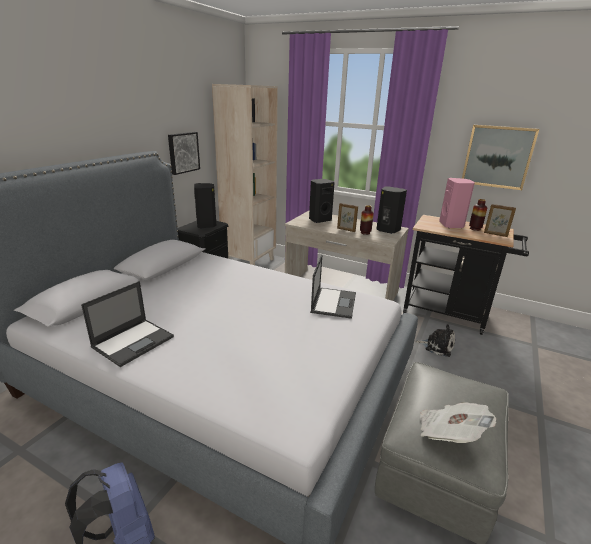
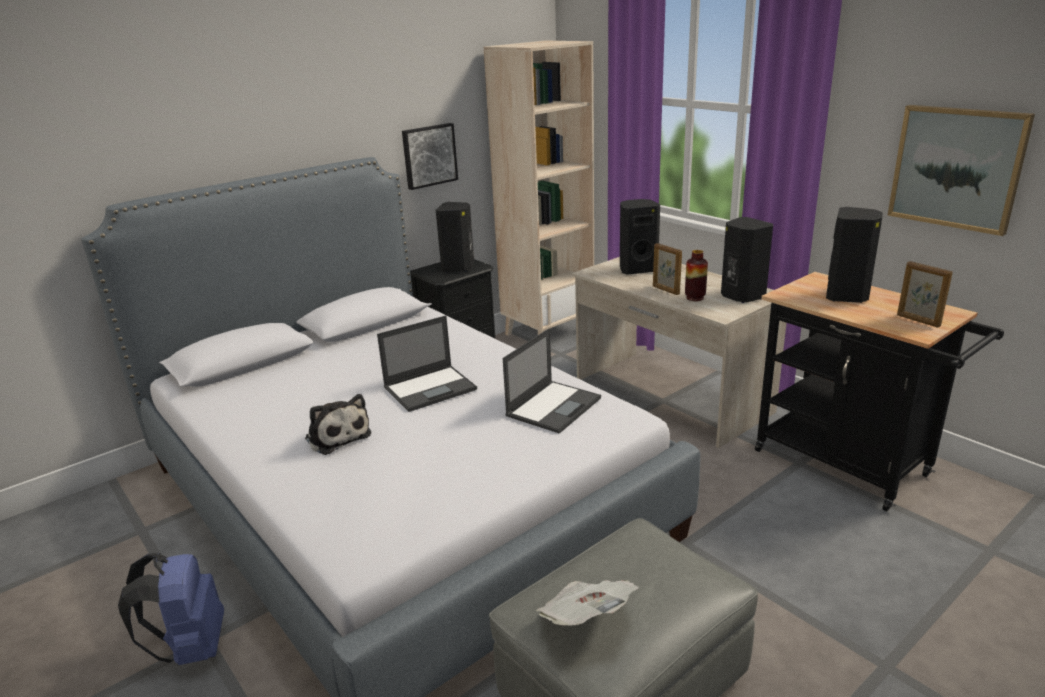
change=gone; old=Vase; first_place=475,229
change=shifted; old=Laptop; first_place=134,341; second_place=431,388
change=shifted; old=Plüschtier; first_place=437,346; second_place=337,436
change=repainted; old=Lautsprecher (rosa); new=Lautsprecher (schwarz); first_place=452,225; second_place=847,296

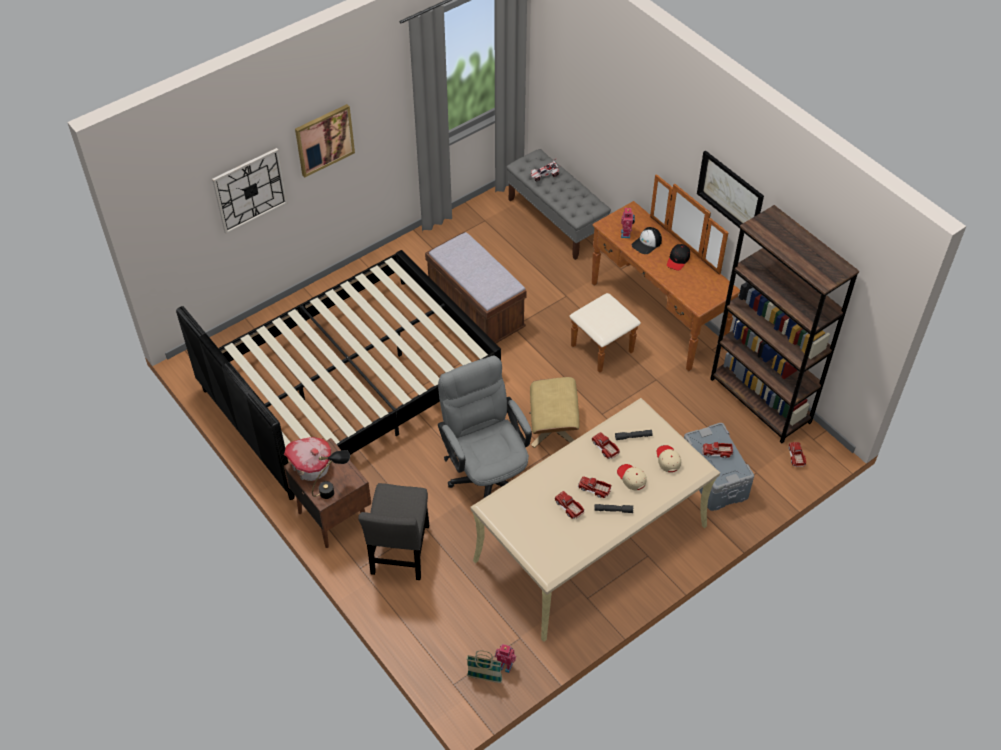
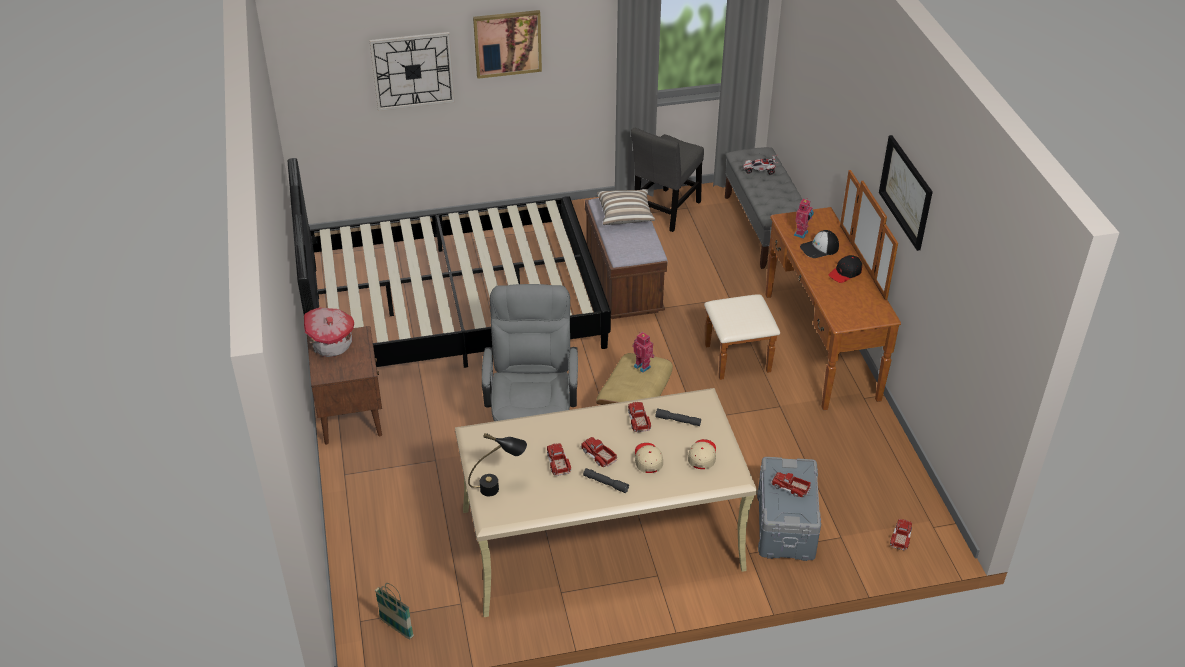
change=gone; old=Bücherregal (braun); first_place=760,400
change=new; new=Kissen; second_place=625,215
change=shifted; old=Tischlampe (schwarz); first_place=333,489; second_place=498,488
change=shifted; old=Stuhl (grau); first_place=400,553; second_place=665,211
change=shifted; old=Spielzeugroboter; first_place=505,665; second_place=643,366

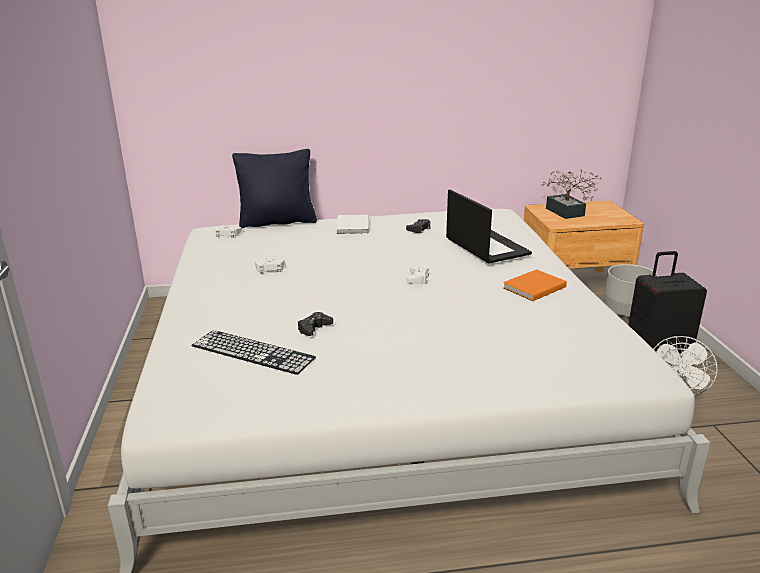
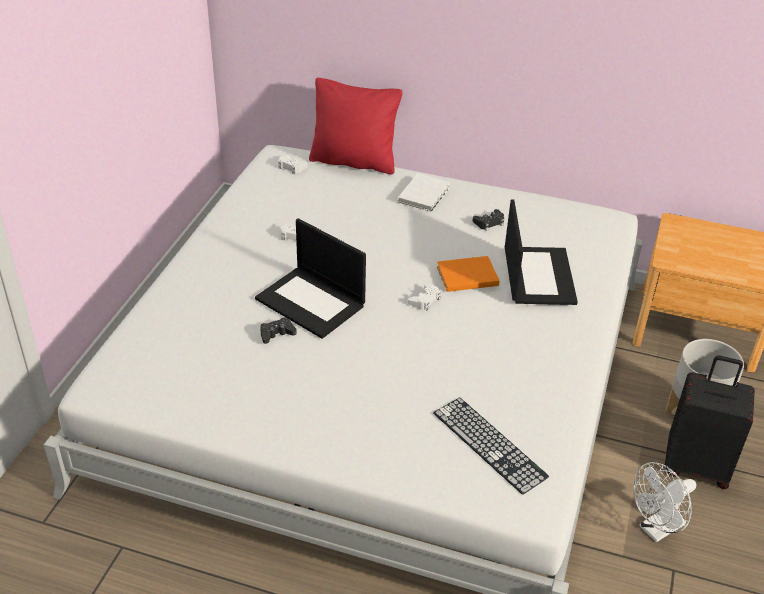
change=gone; old=Topfpflanze; first_place=567,213
change=new; new=Laptop; second_place=312,302
change=shifted; old=Tastatur; first_place=253,352; second_place=489,444
change=shifted; old=Buch (orange); first_place=532,287; second_place=465,275
change=repainted; old=Kissen (schwarz); new=Kissen (rot); first_place=277,222; second_place=354,161

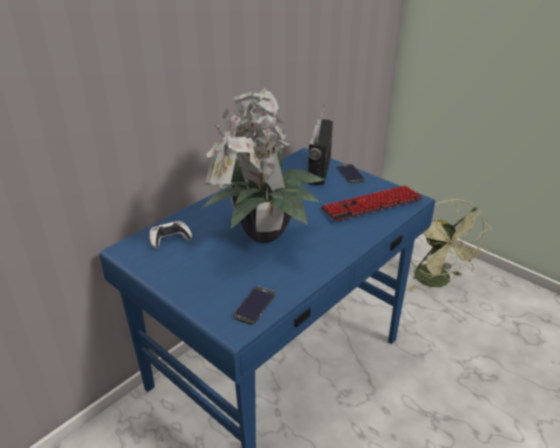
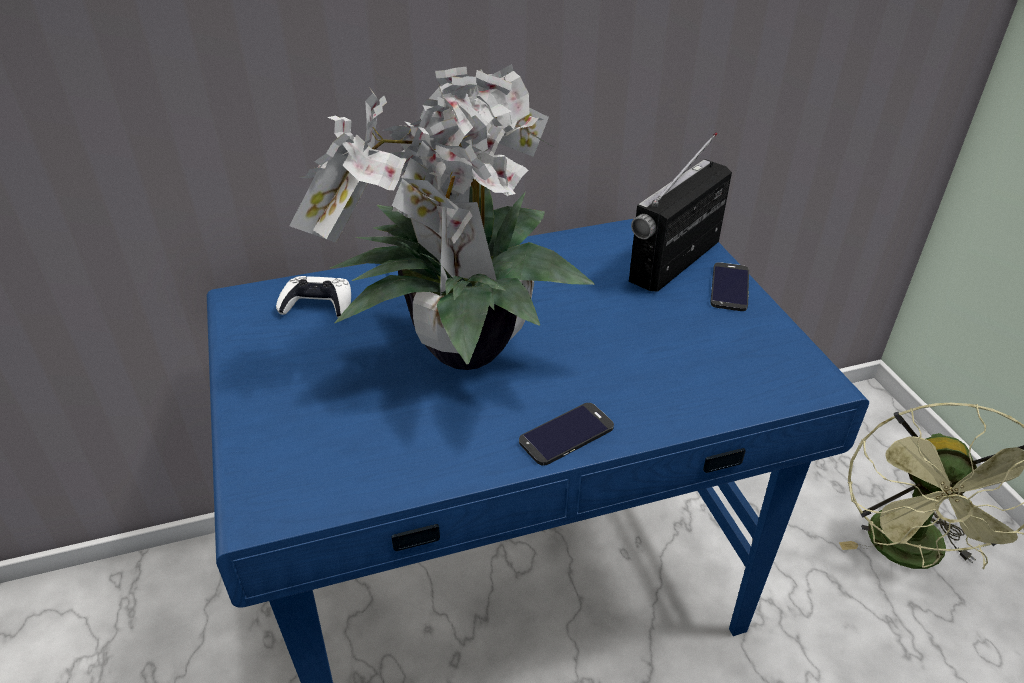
change=gone; old=Tastatur; first_place=371,205
change=shifted; old=Handy; first_place=254,305; second_place=566,434

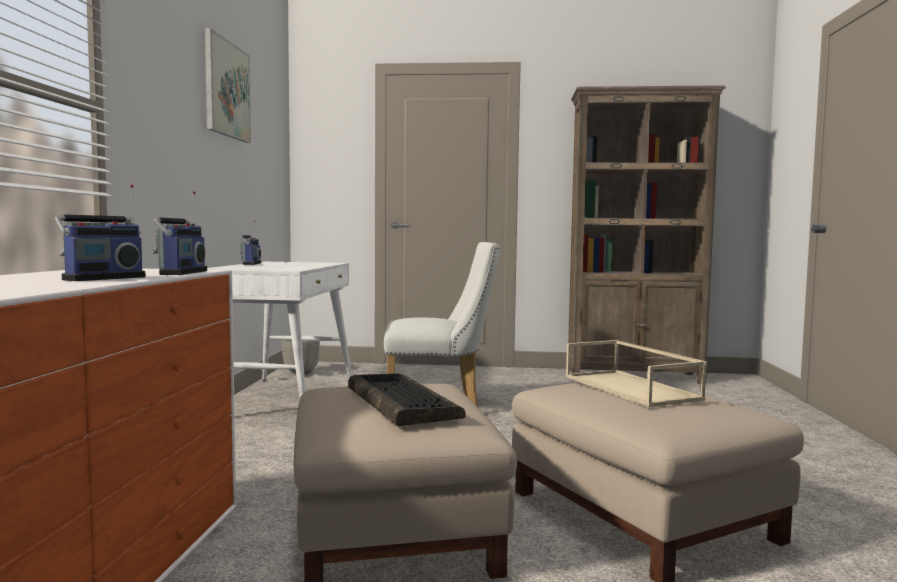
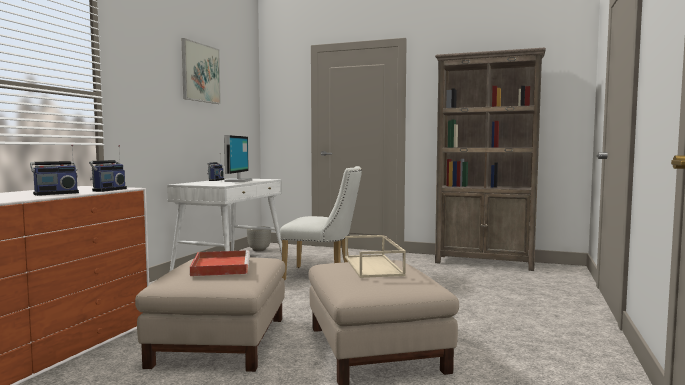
change=new; new=Monitor; second_place=237,181
change=swapped; old=Tastatur; new=Tablett (rot); first_place=399,401; second_place=220,266

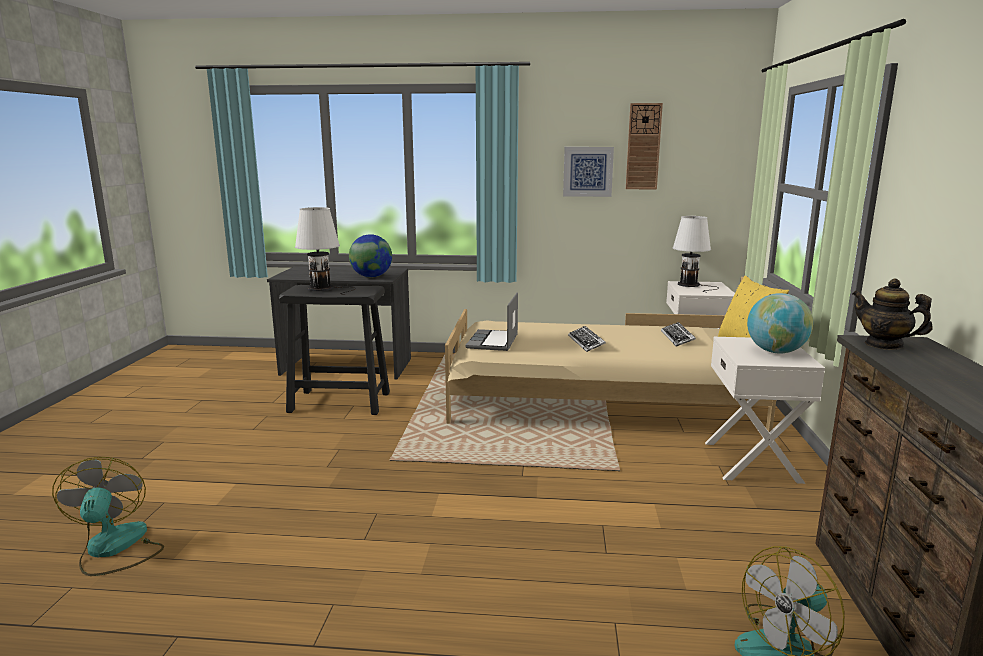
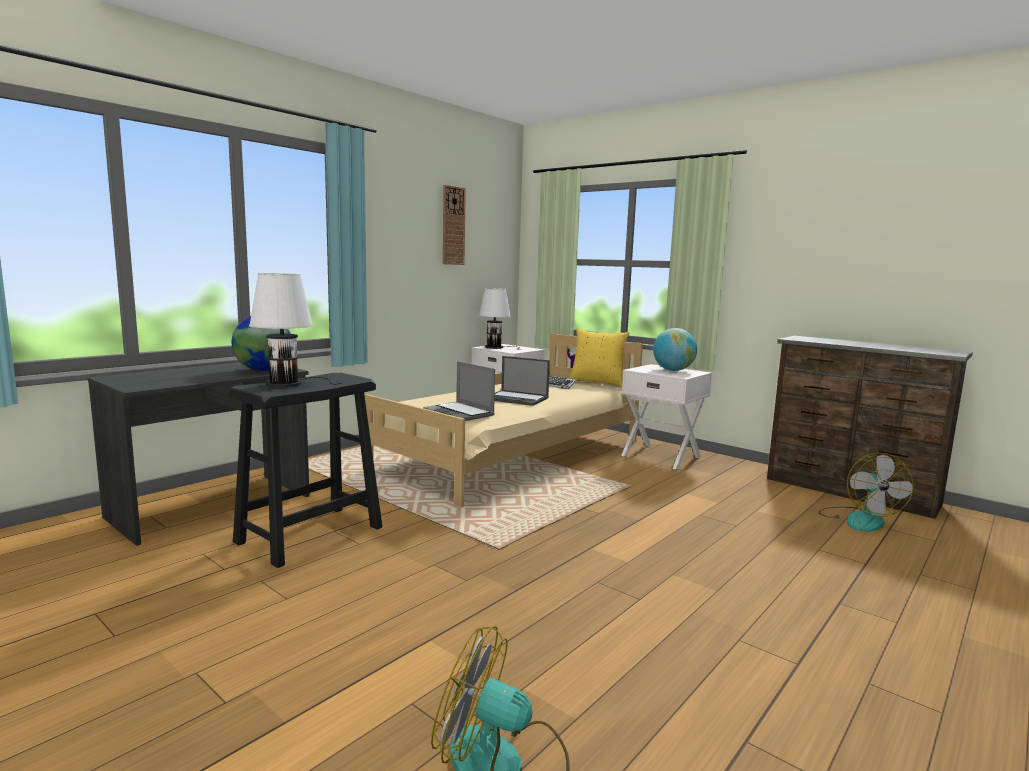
change=gone; old=Bild; first_place=588,171
change=gone; old=Teekanne; first_place=884,345
change=swapped; old=Tastatur; new=Laptop; first_place=586,342; second_place=517,399

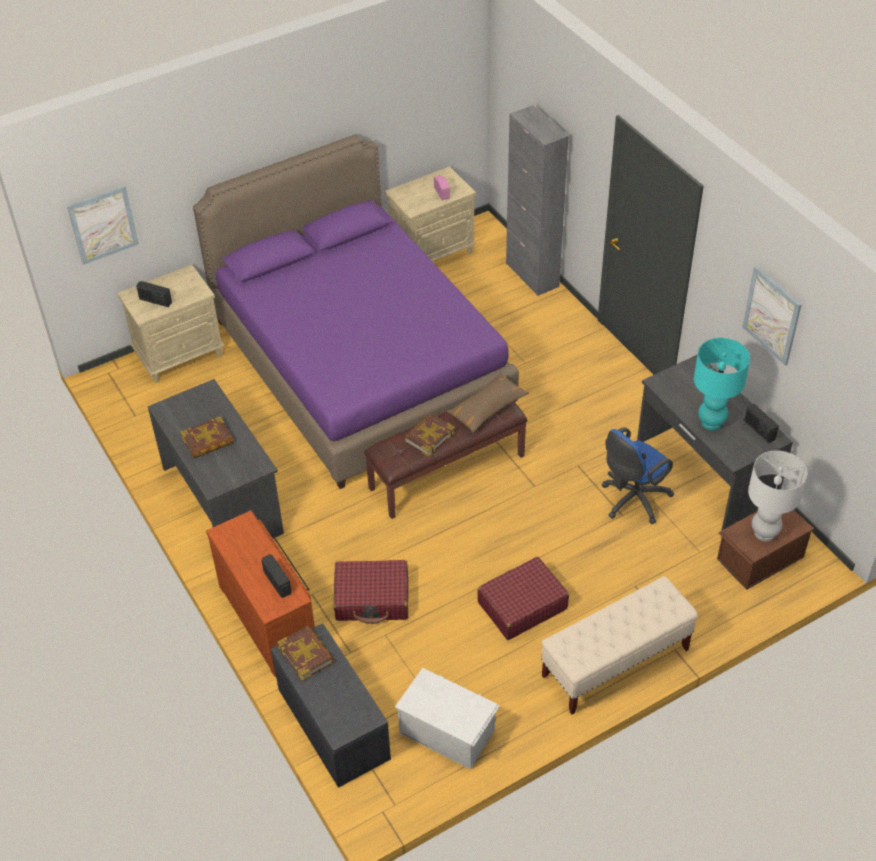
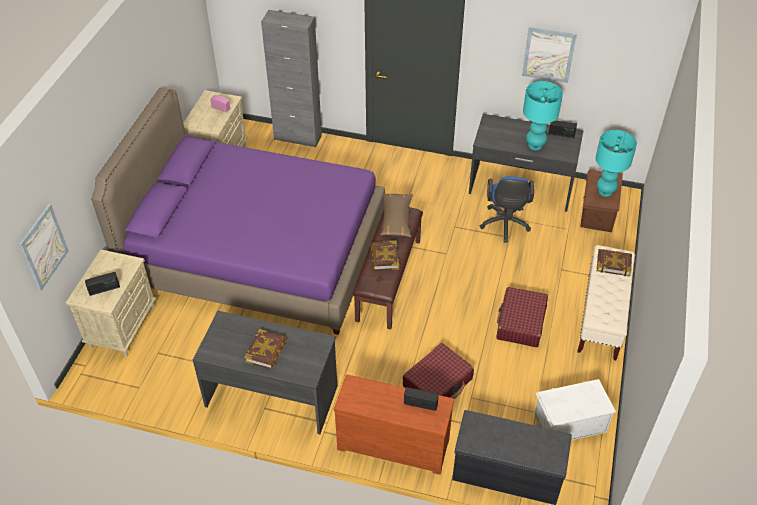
change=shifted; old=Buch; first_place=306,655; second_place=613,264
change=repainted; old=Tischlampe (weiß); new=Tischlampe (türkis); first_place=764,533; second_place=605,191

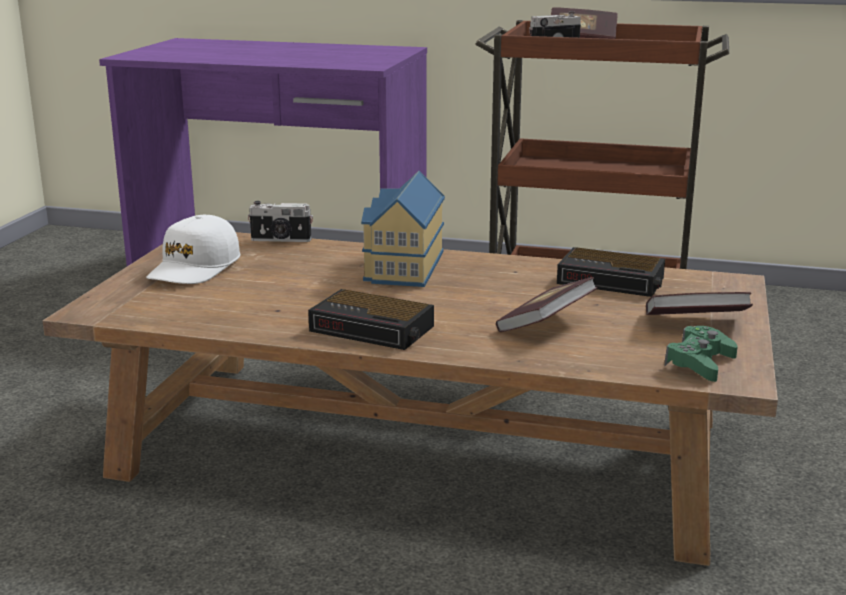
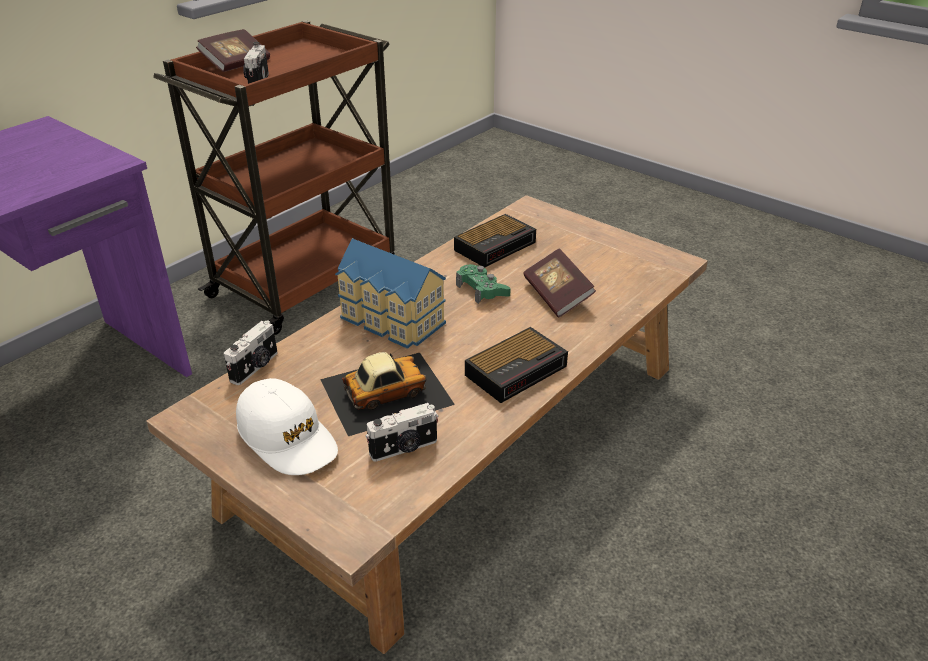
change=gone; old=Buch; first_place=695,324
change=new; new=Spielzeugauto; second_place=385,391
change=new; new=Kamera; second_place=404,448
change=shifted; old=Gamepad (grün); first_place=700,363; second_place=482,289

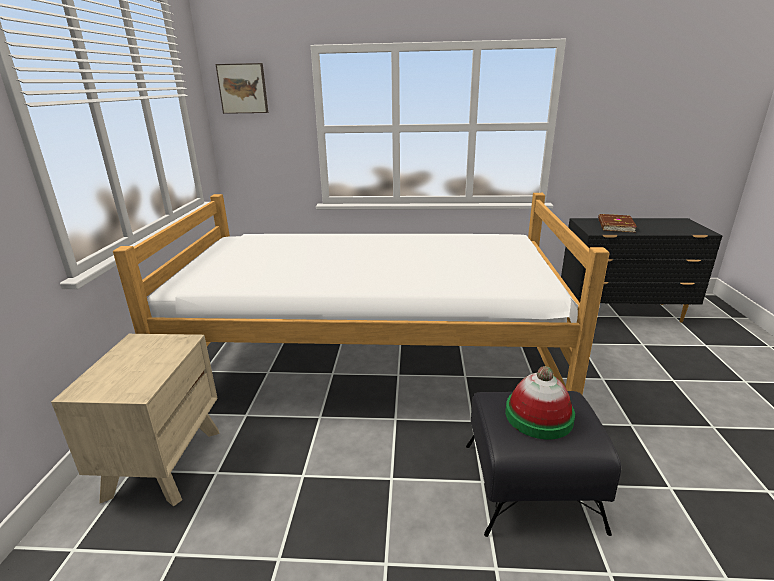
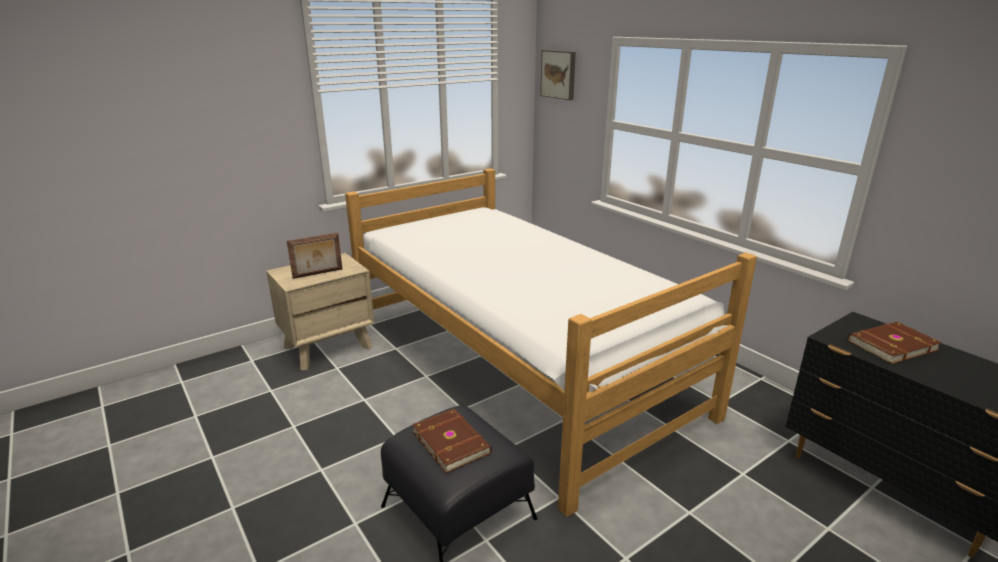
change=new; new=Bilderrahmen; second_place=318,274
change=swapped; old=Hut; new=Buch (braun); first_place=538,416; second_place=452,441

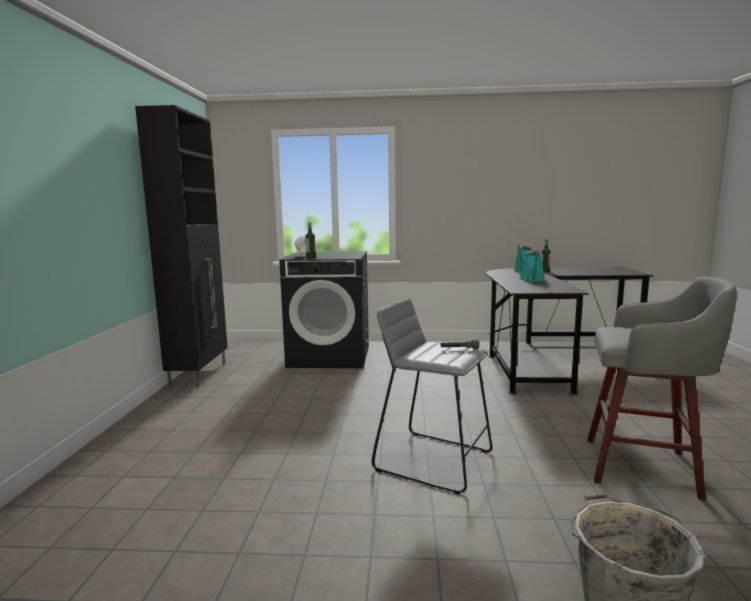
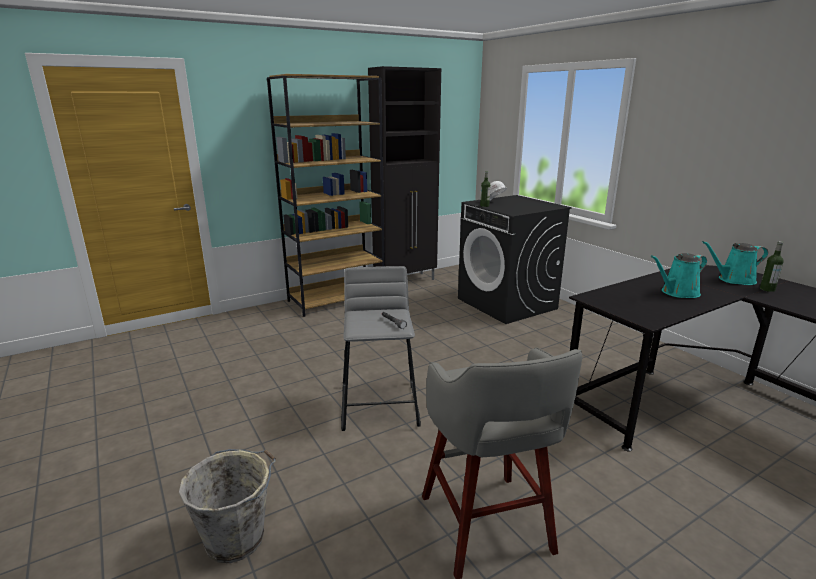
change=new; new=Bücherregal (braun); second_place=337,299

